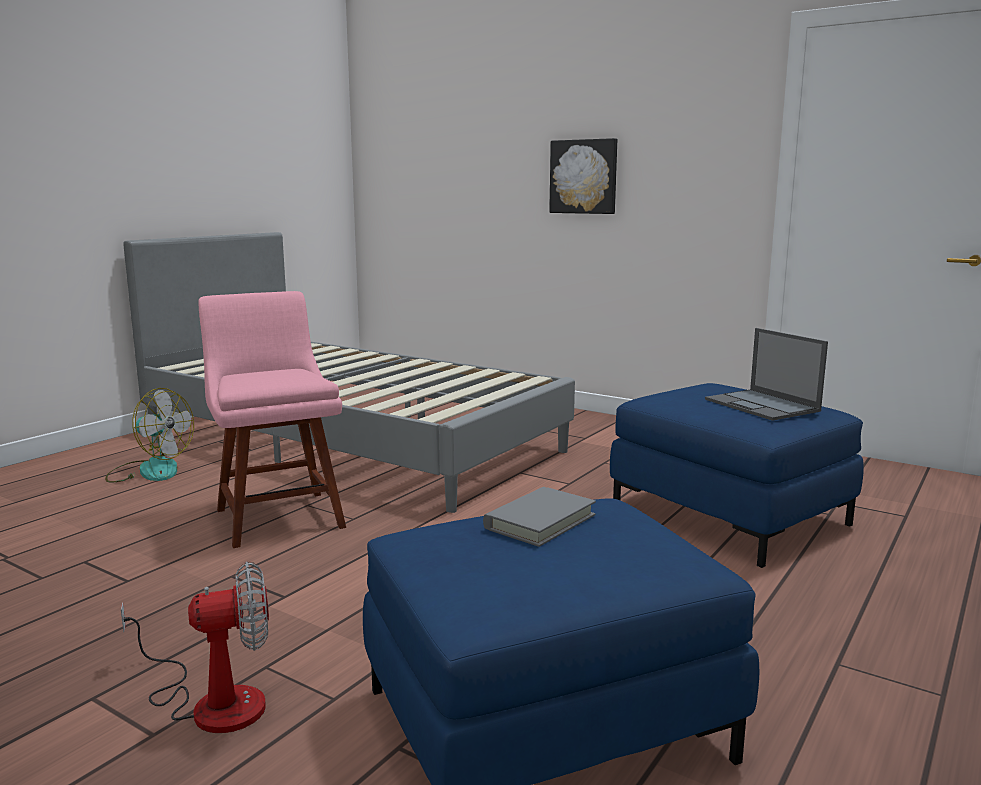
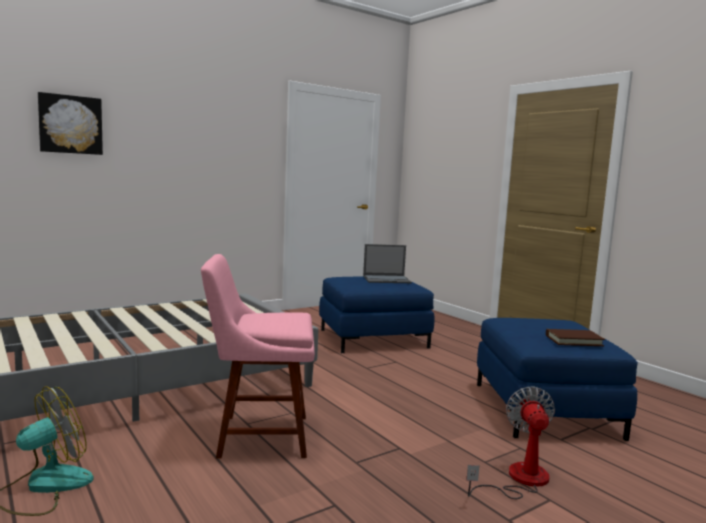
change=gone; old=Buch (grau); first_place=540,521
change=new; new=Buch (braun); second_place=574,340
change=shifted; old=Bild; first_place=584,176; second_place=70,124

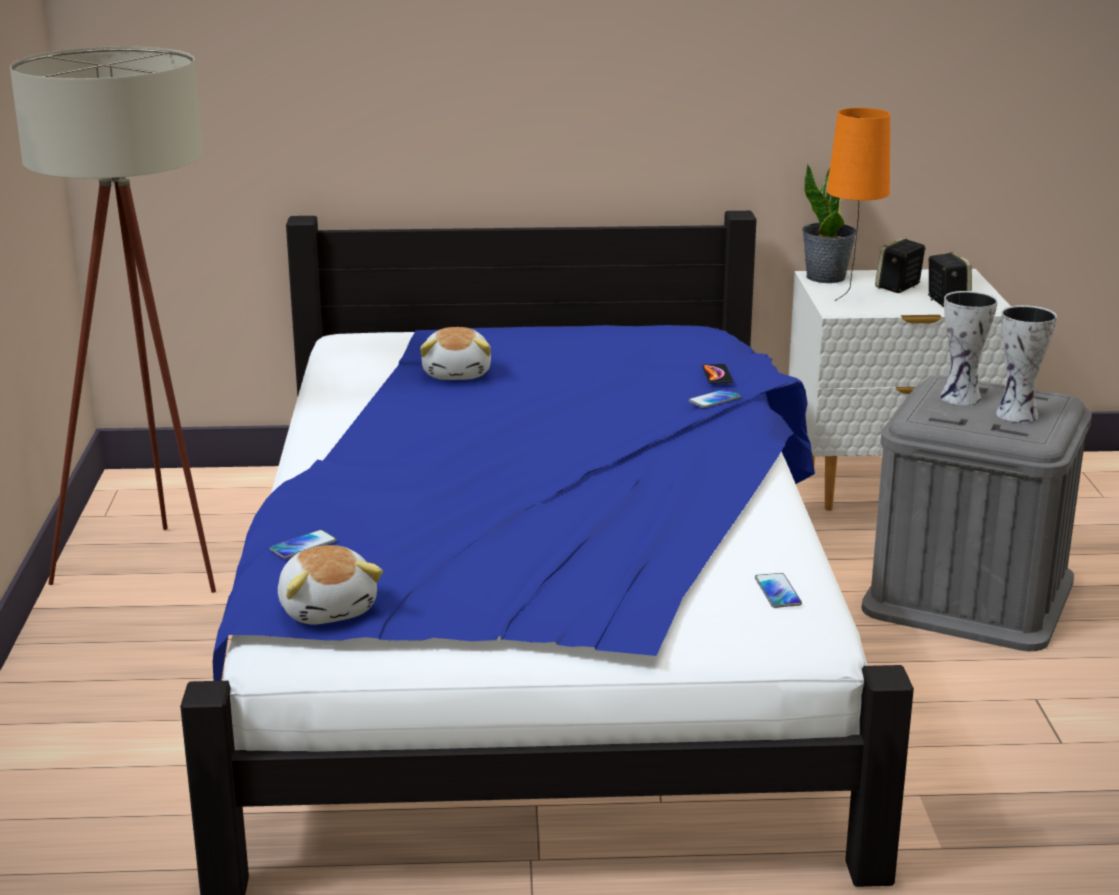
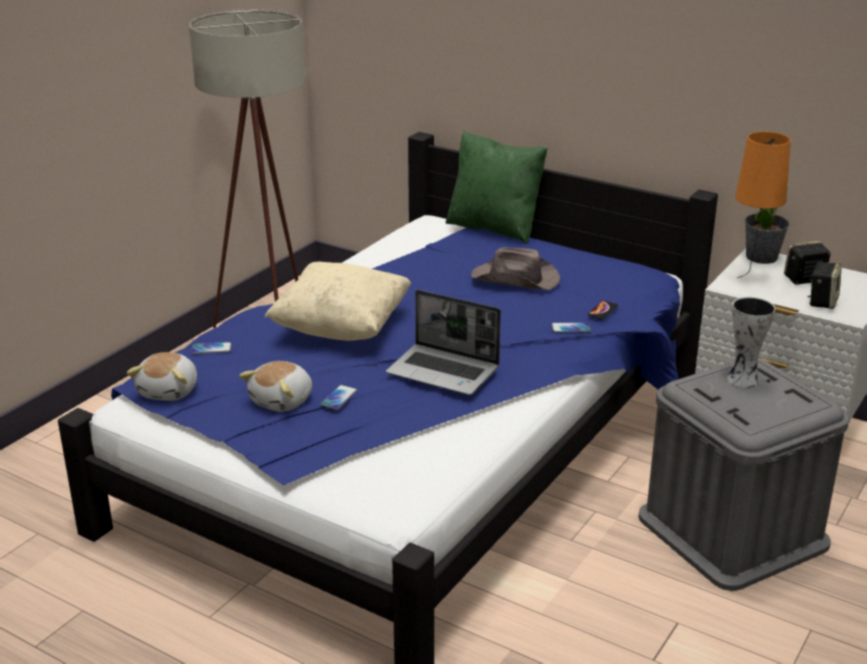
change=gone; old=Vase; first_place=1017,415
change=new; new=Kissen (beige); second_place=341,328
change=new; new=Laptop; second_place=444,371
change=new; new=Kissen (grün); second_place=494,228
change=new; new=Hut (braun); second_place=516,279
change=shifted; old=Plüschtier; first_place=458,373; second_place=283,401
change=shifted; old=Handy; first_place=777,591; second_place=339,398

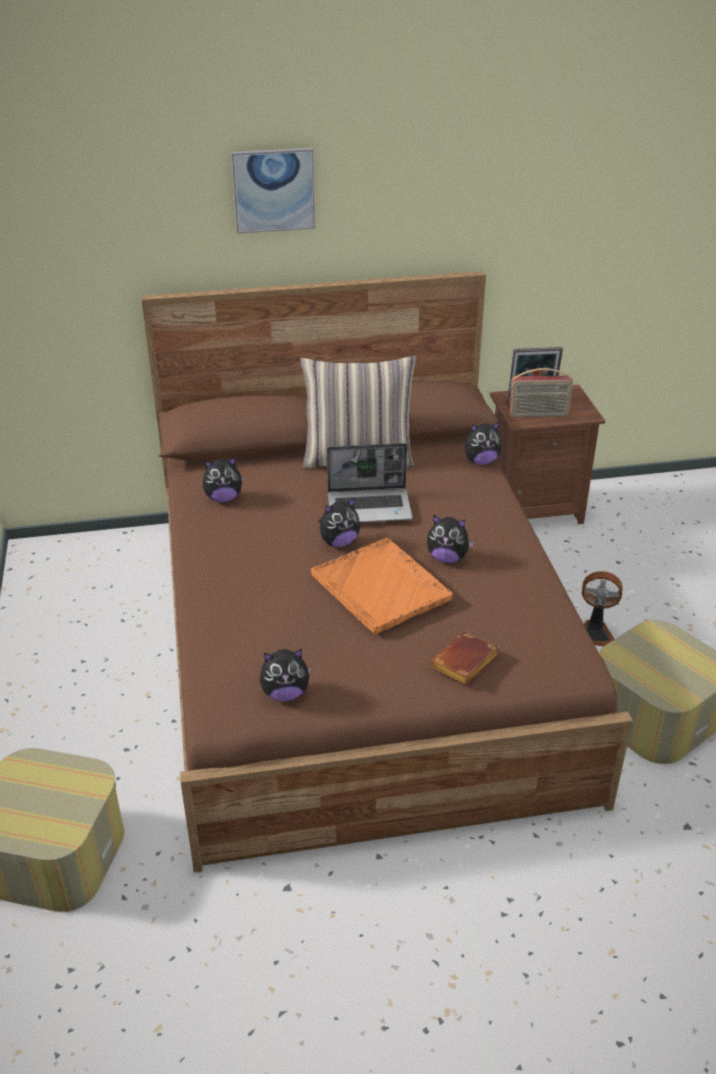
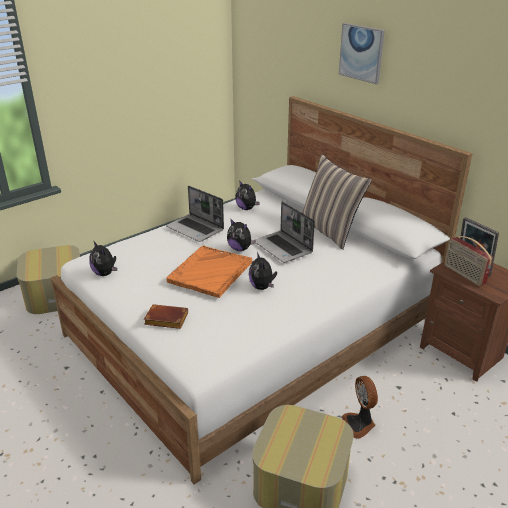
change=gone; old=Plüschtier; first_place=481,461
change=new; new=Laptop; second_place=196,229
change=repainted; old=Bett (braun); new=Bett (weiß); first_place=359,645; second_place=255,327

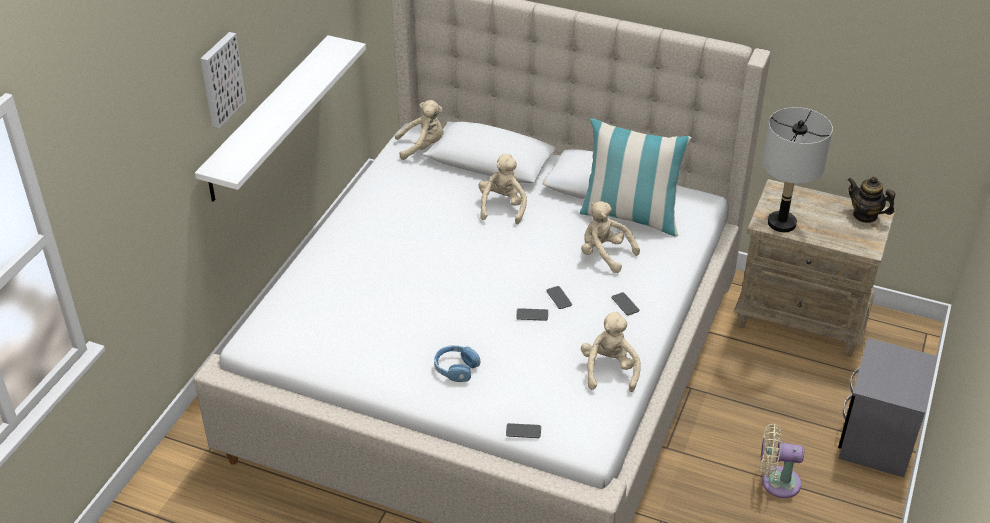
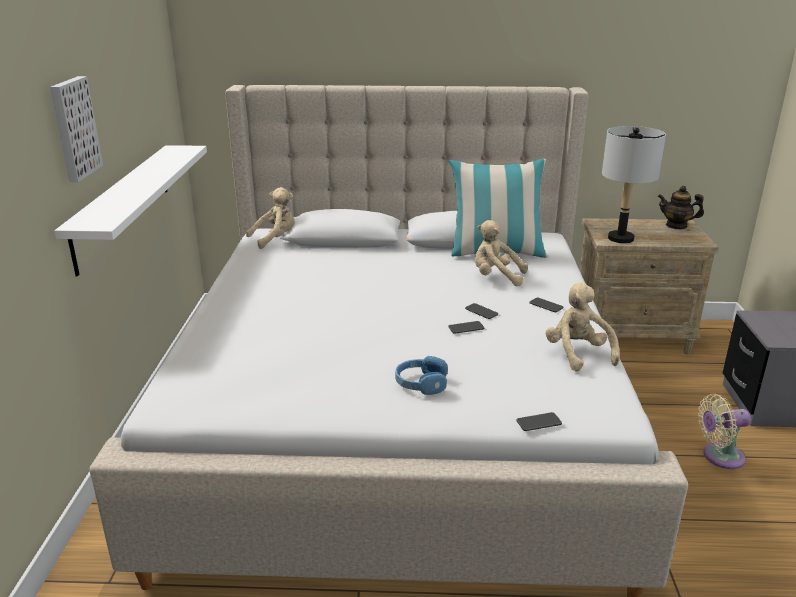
change=gone; old=Plüschtier (beige); first_place=502,206

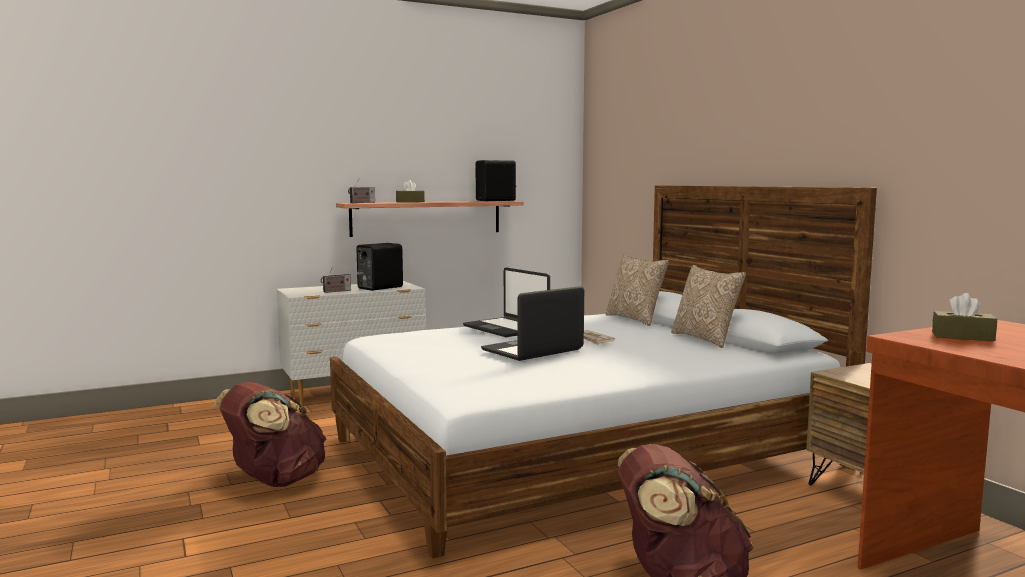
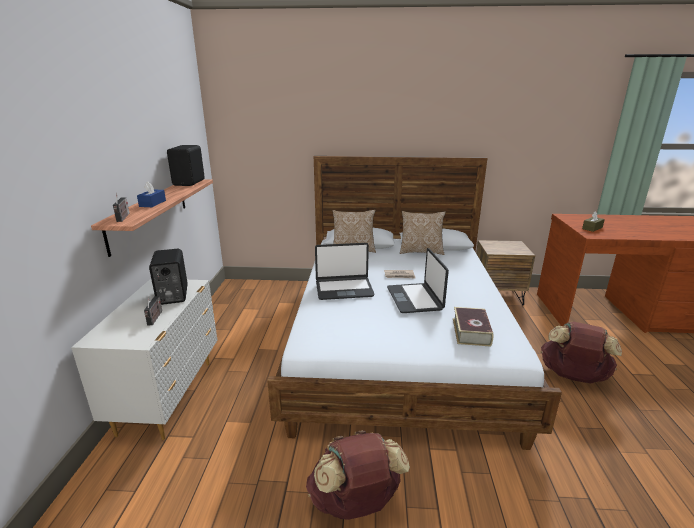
change=new; new=Buch; second_place=471,332
change=repainted; old=Taschentuchbox (braun); new=Taschentuchbox (blau); first_place=410,202; second_place=152,203

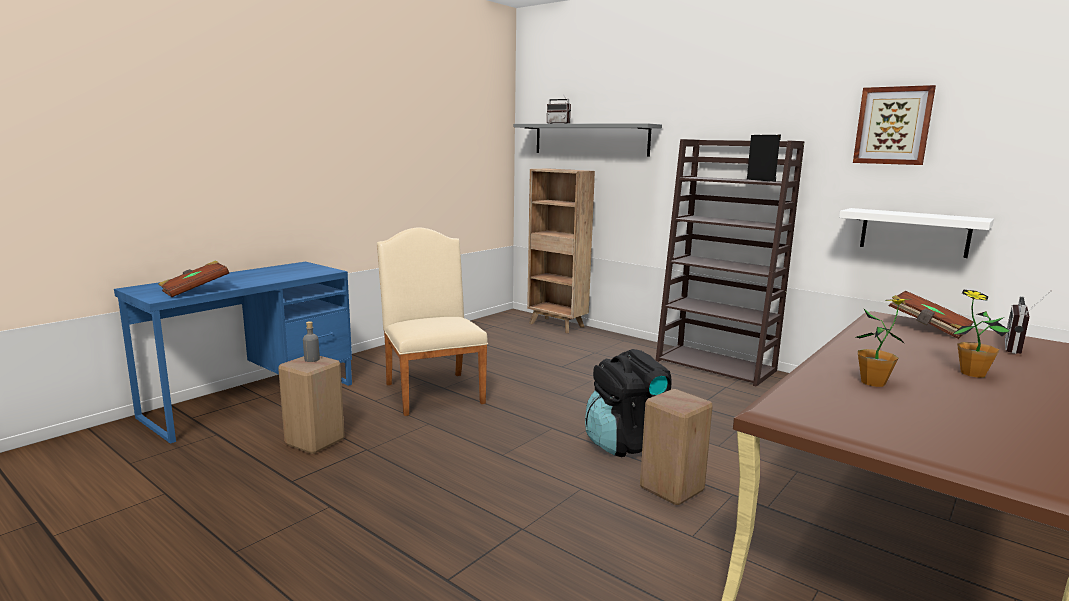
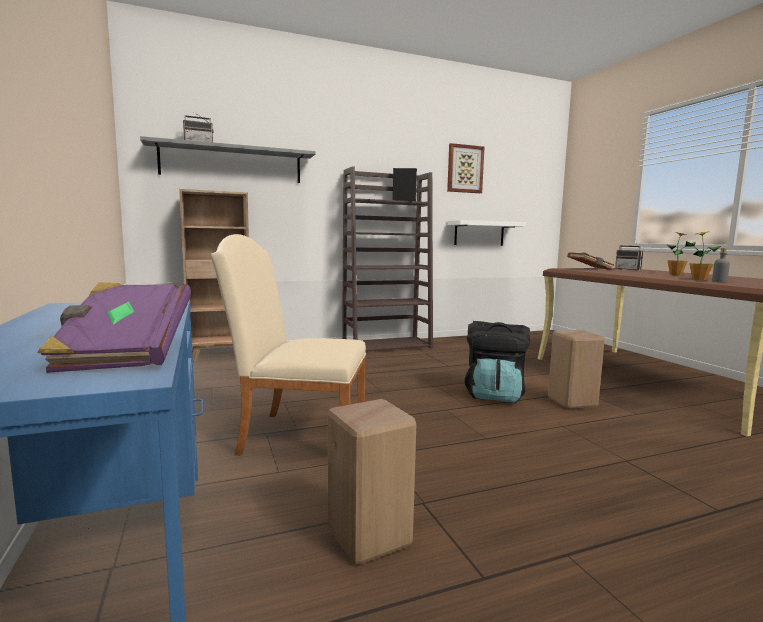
change=shifted; old=Flasche (grau); first_place=312,359; second_place=719,281
change=repainted; old=Buch (braun); new=Buch (lila); first_place=195,291; second_place=125,352

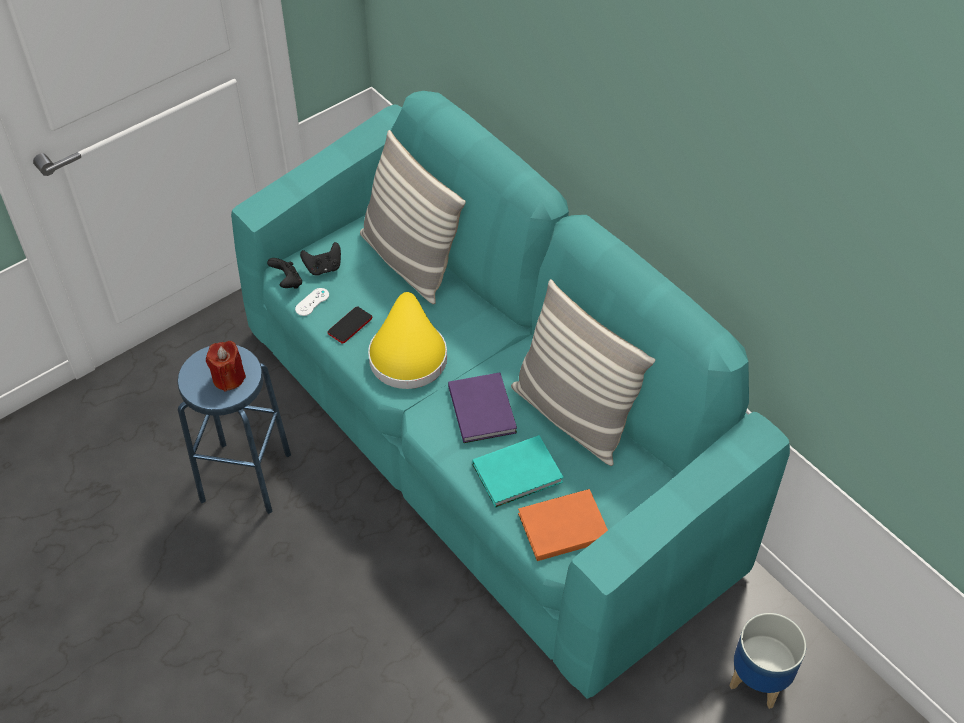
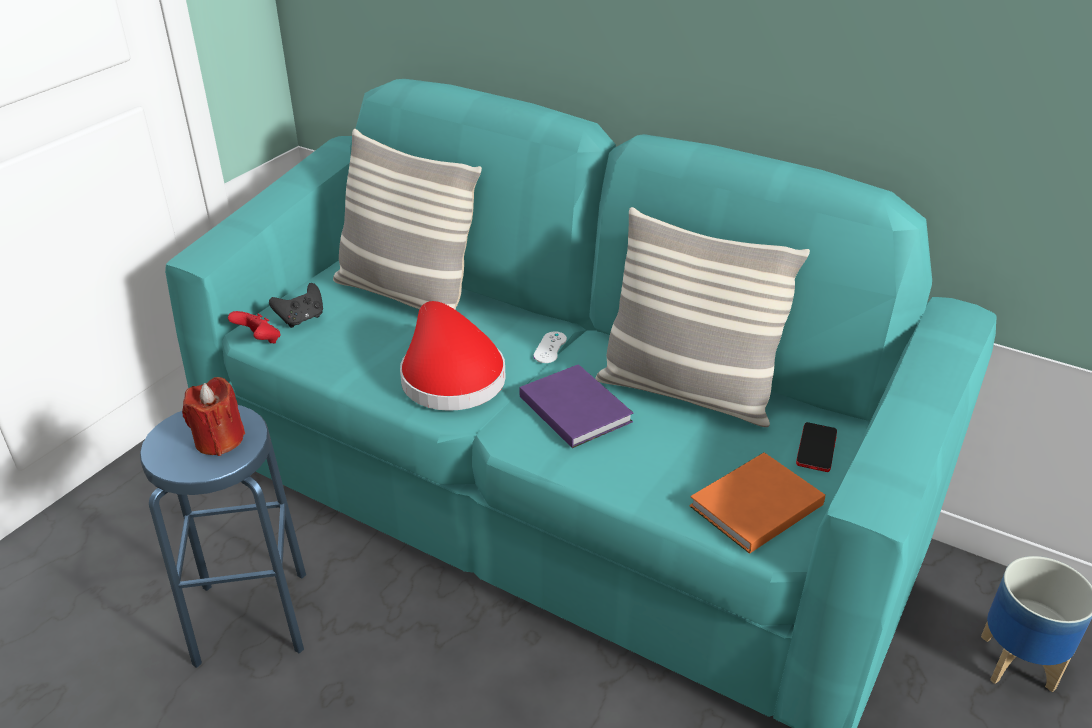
change=gone; old=Buch (türkis); first_place=520,473
change=shifted; old=Gamepad (weiß); first_place=312,302; second_place=550,347
change=shifted; old=Handy; first_place=350,325; second_place=816,448
change=repainted; old=Gamepad (schwarz); new=Gamepad (rot); first_place=287,282; second_place=259,341
change=repainted; old=Hut (gelb); new=Hut (rot); first_place=407,354; second_place=449,376

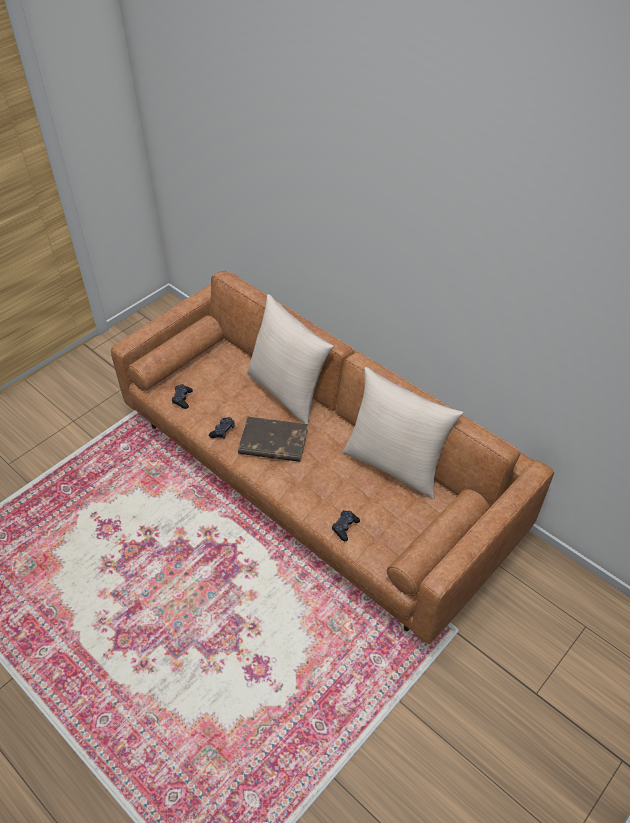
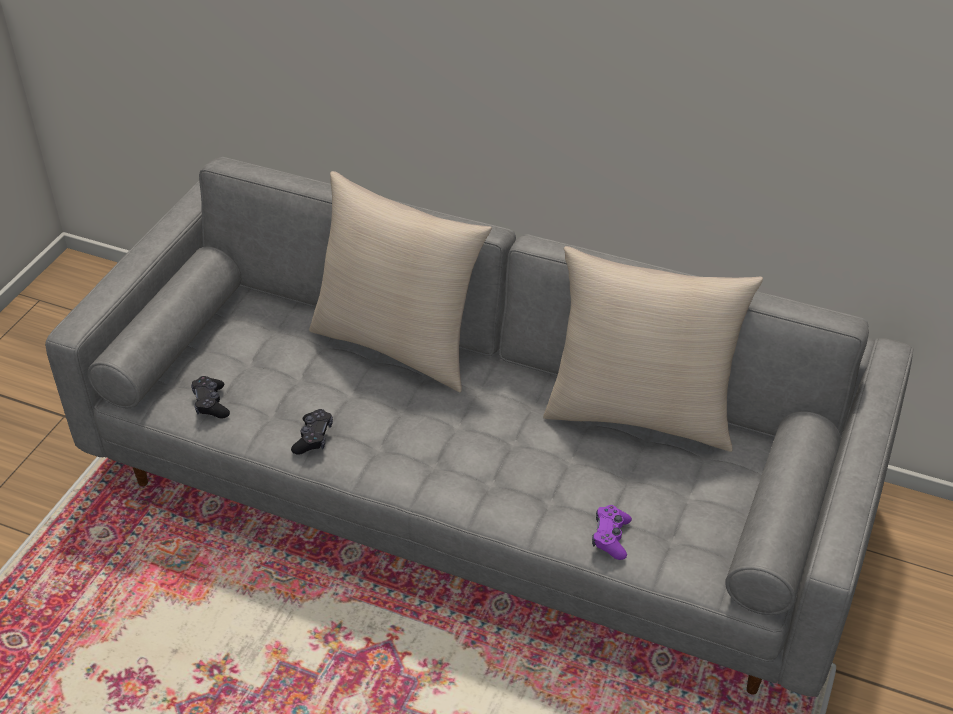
change=gone; old=Buch (braun); first_place=272,442
change=repainted; old=Sofa (braun); new=Sofa (grau); first_place=315,476; second_place=476,488
change=repainted; old=Gamepad (schwarz); new=Gamepad (lila); first_place=345,527; second_place=611,537

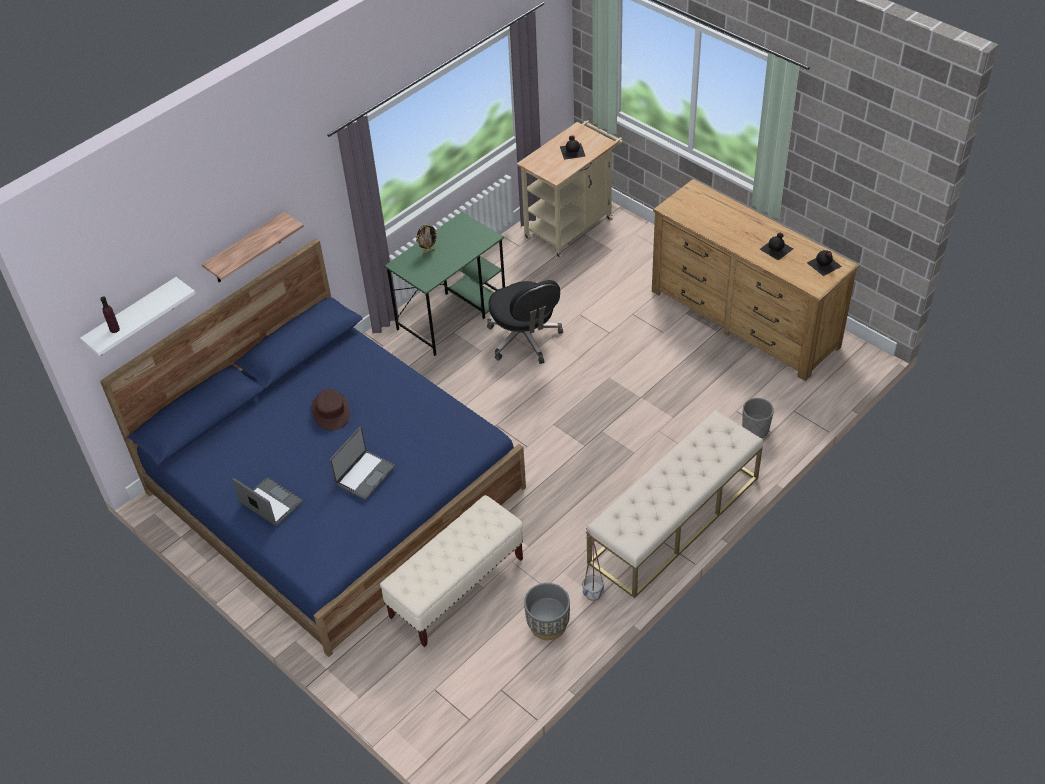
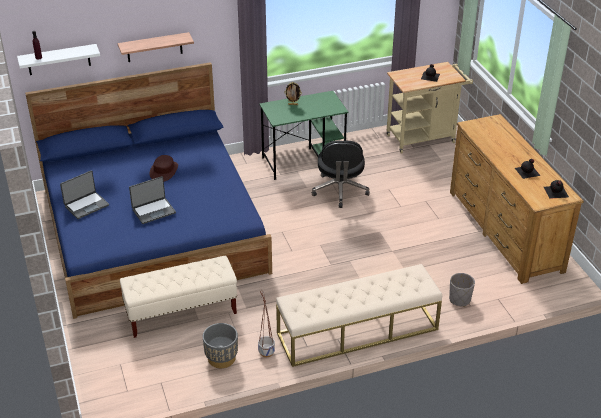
change=rotated; old=Laptop; first_place=270,503; second_place=86,205; degrees=75

